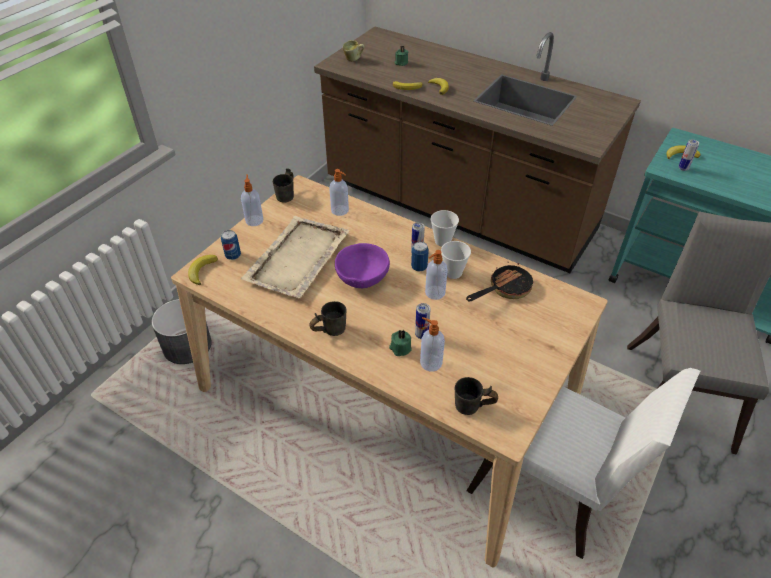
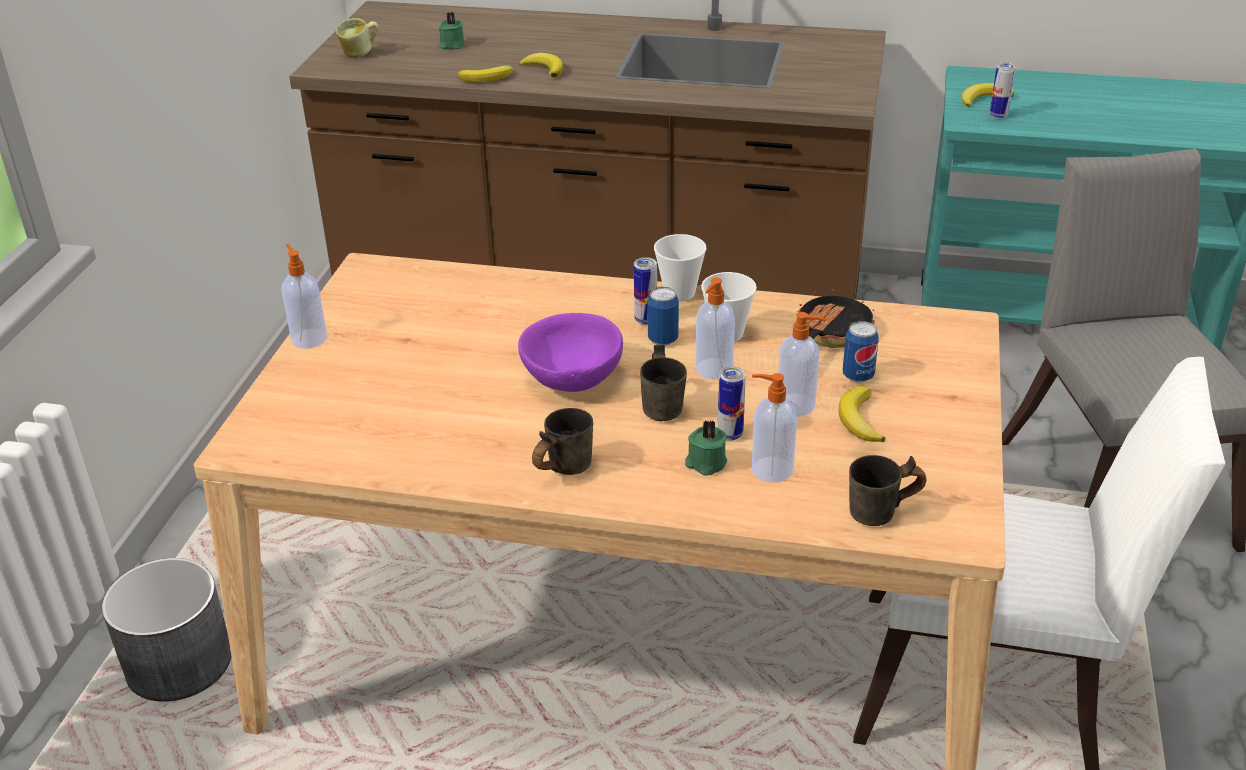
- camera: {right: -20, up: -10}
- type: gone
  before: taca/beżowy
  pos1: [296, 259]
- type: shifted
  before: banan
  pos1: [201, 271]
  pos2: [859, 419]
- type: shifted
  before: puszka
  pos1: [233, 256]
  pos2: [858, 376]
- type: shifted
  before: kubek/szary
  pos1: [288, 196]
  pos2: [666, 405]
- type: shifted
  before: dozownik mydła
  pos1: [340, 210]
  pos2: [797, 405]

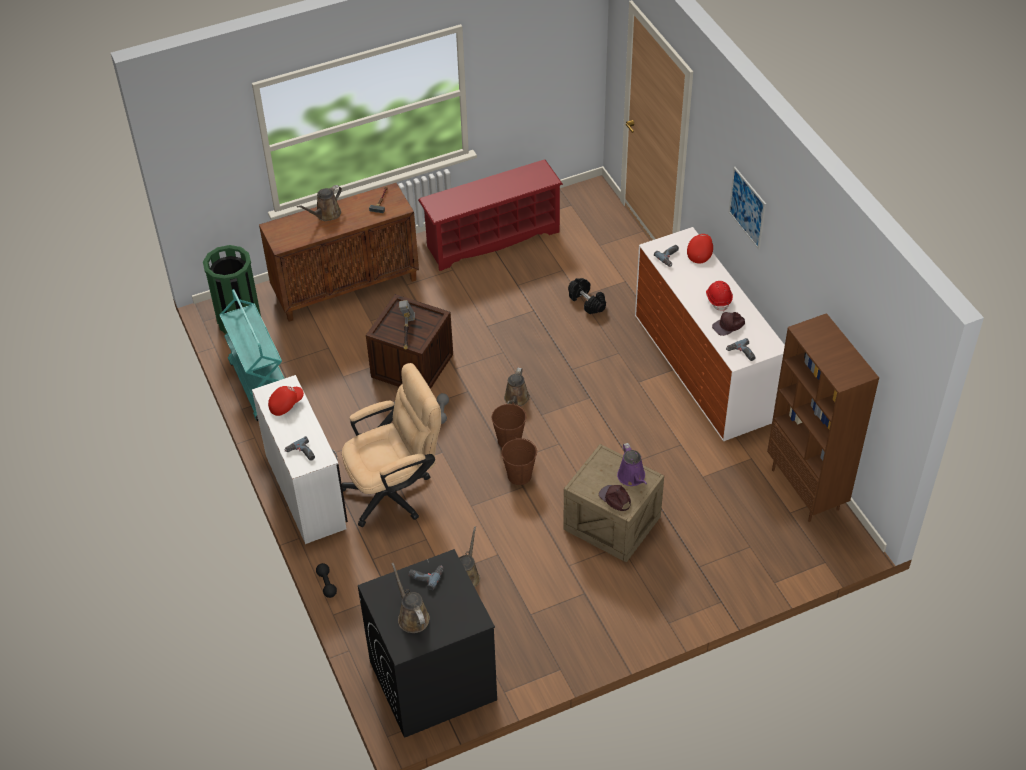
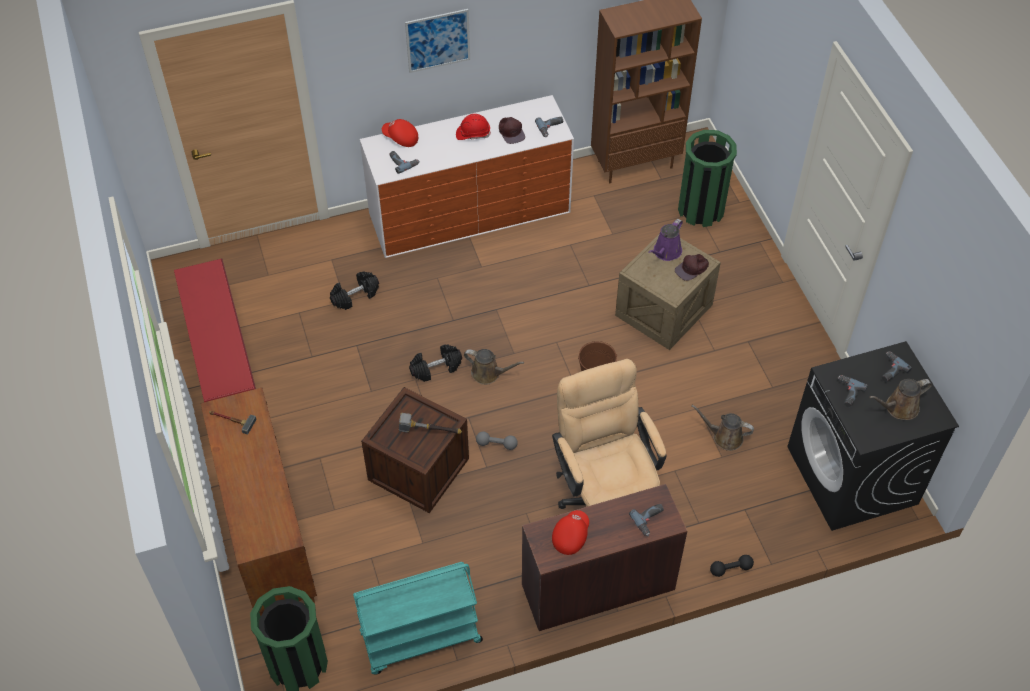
- camera: {right: -85, up: 5}
- type: gone
  before: konewka/brązowy
  pos1: [326, 214]
- type: gone
  before: wiadro/brązowy
  pos1: [509, 440]
- type: new
  after: hantel/czarny
  pos2: [436, 368]
- type: new
  after: kosz na śmieci/zielony
  pos2: [701, 209]
- type: new
  after: wiertarka
  pos2: [889, 369]
- type: repainted
  before: biurko/biały
  after: biurko/brązowy
  pos1: [307, 491]
  pos2: [597, 586]
- type: rotated
  before: czapka z daszkiem/czerwony
  pos1: [286, 404]
  pos2: [570, 536]
  turn: 60
- type: rotated
  before: konewka/fioletowy
  pos1: [632, 477]
  pos2: [666, 252]
  turn: 135

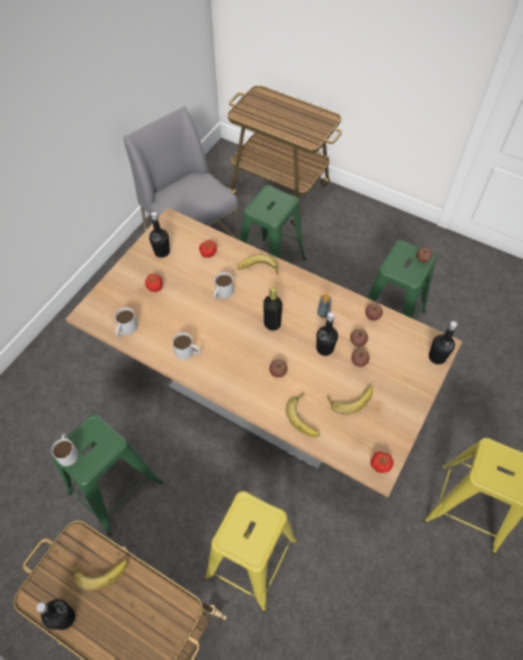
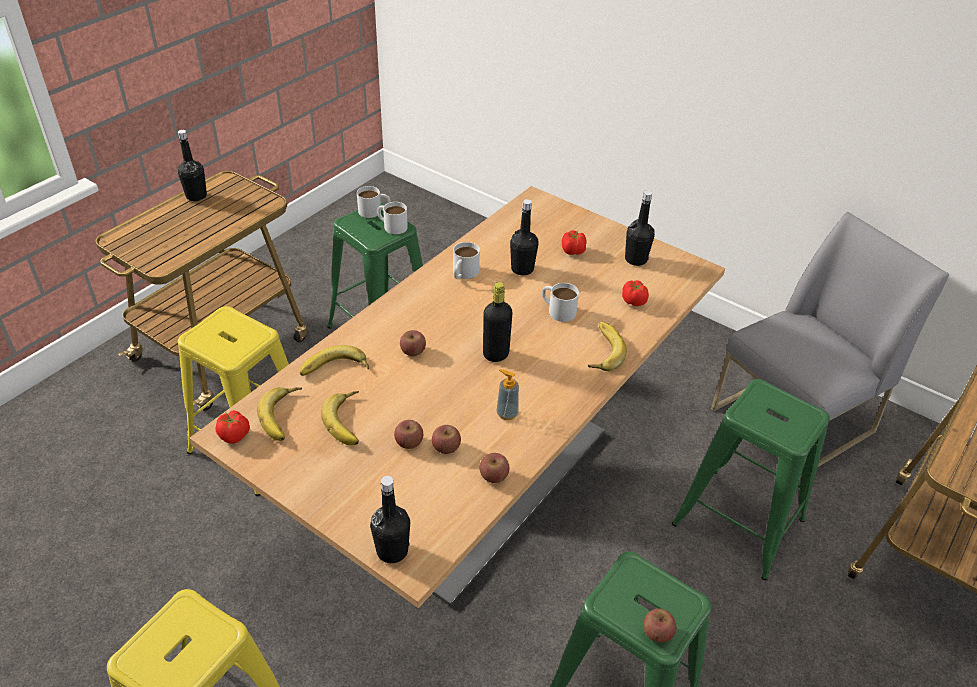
- camera: {right: 95, up: -15}
- type: shifted
  before: banan
  pos1: [100, 569]
  pos2: [284, 416]
- type: shifted
  before: kubek/biały
  pos1: [126, 329]
  pos2: [391, 225]
- type: shifted
  before: butelka/czarny
  pos1: [324, 348]
  pos2: [522, 269]

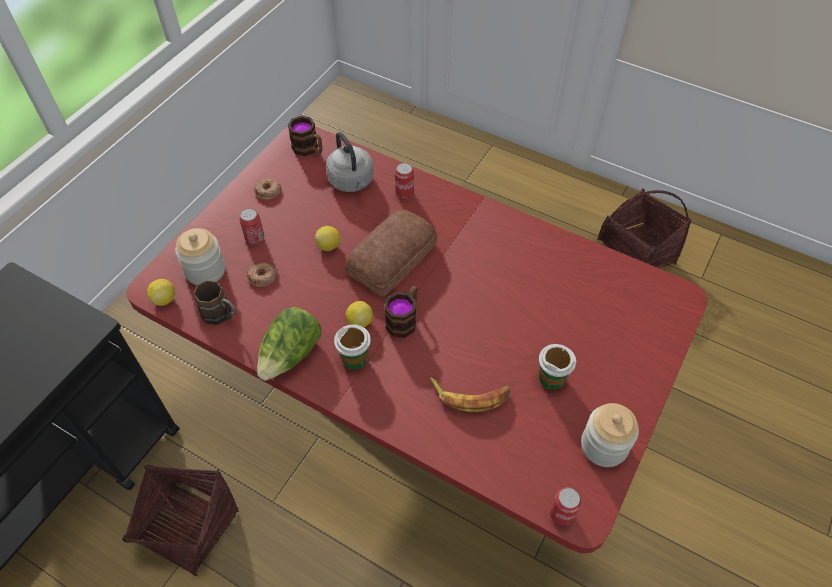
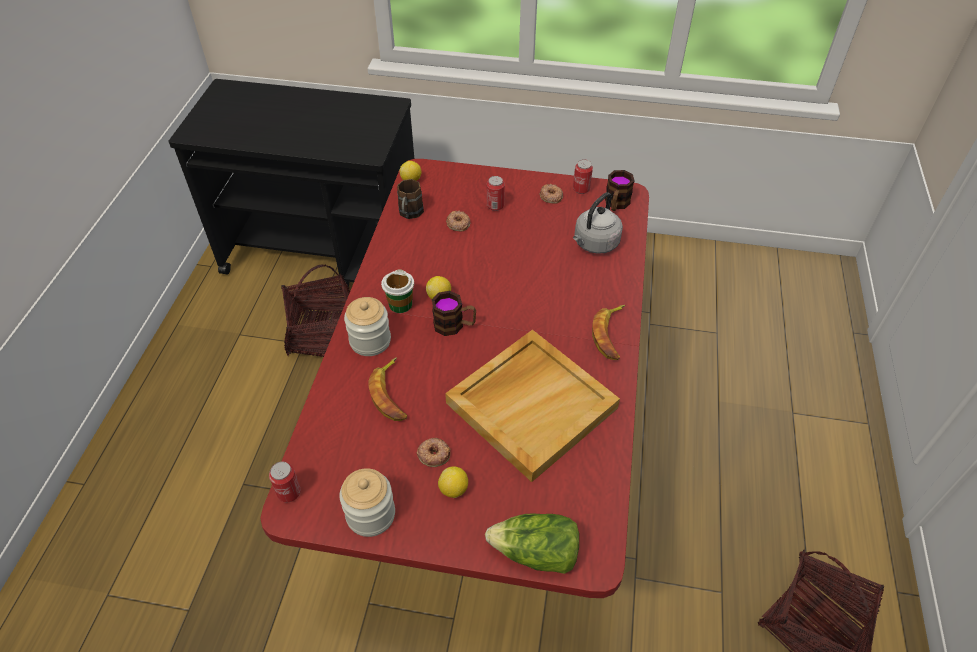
- camera: {right: 70, up: -5}
- type: gone
  before: chleb
  pos1: [394, 259]
- type: new
  after: taca/beżowy
  pos2: [531, 404]
- type: new
  after: banan
  pos2: [610, 335]
- type: shifted
  before: słoik
  pos1: [205, 270]
  pos2: [370, 341]
- type: shifted
  before: sałata
  pos1: [291, 355]
  pos2: [536, 553]
- type: shifted
  before: cytryna
  pos1: [329, 246]
  pos2: [454, 489]
- type: shifted
  before: puszka
  pos1: [404, 193]
  pos2: [581, 189]
- type: swapped
  before: filiżanka
  after: donut
  pos1: [551, 378]
  pos2: [434, 454]

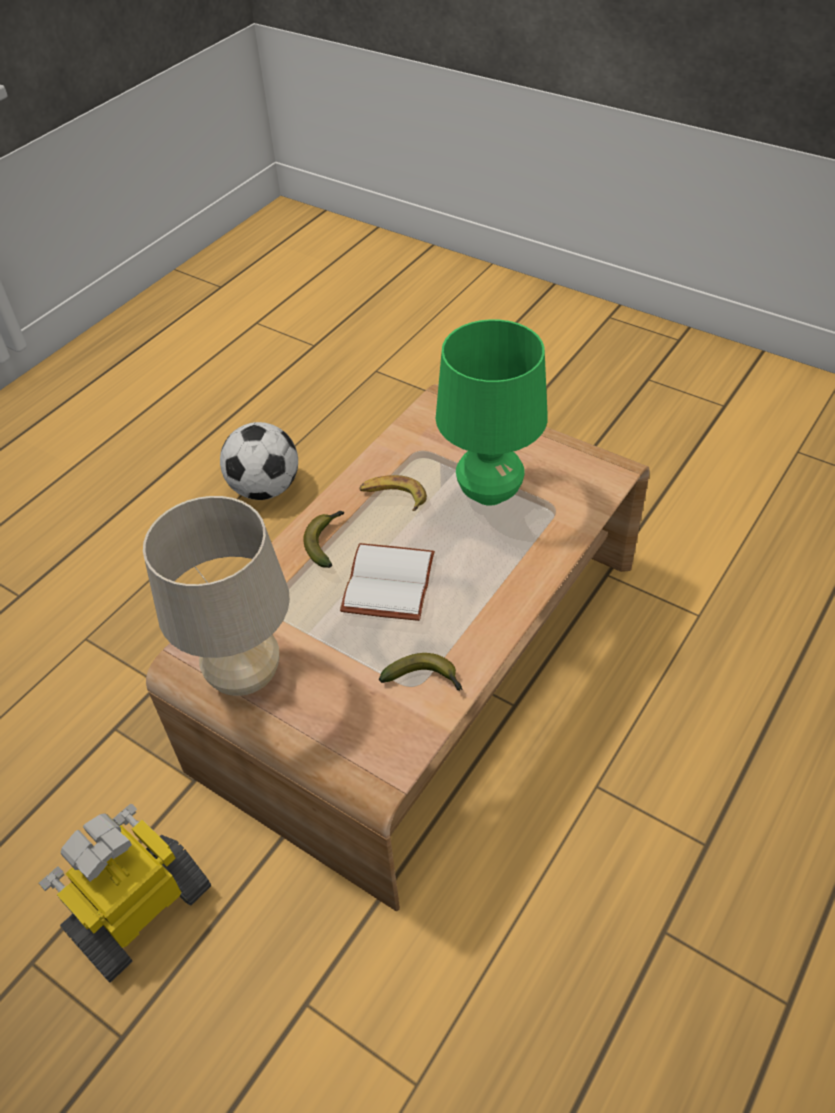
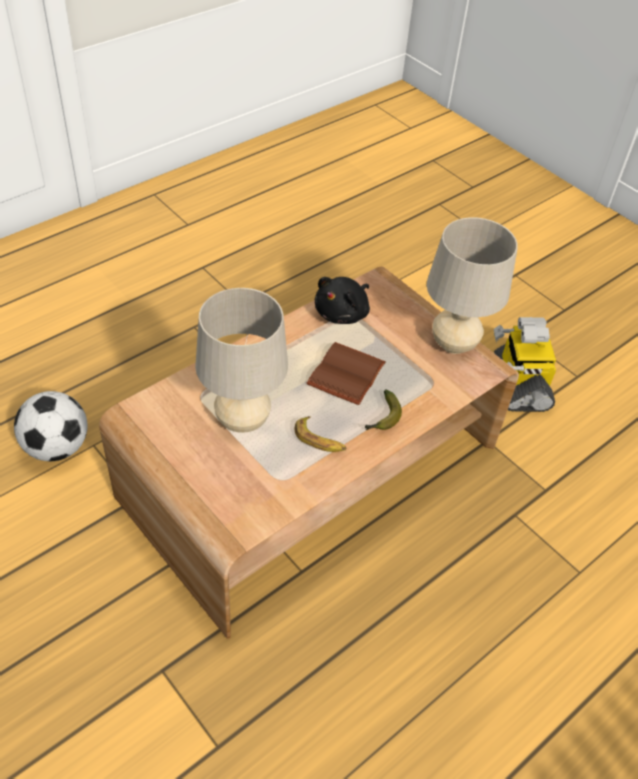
- camera: {right: -170, up: 0}
- type: shifted
  before: piłka futbolowa
  pos1: [265, 488]
  pos2: [57, 447]
- type: swapped
  before: banan
  after: pluszak/czarny
  pos1: [425, 679]
  pos2: [343, 313]
- type: repainted
  before: książka/biały
  after: książka/brązowy
  pos1: [386, 581]
  pos2: [347, 376]
- type: repainted
  before: lampa stołowa/zielony
  after: lampa stołowa/beżowy
  pos1: [489, 492]
  pos2: [242, 421]
- type: rotated
  before: robot zabawkowy
  pos1: [139, 909]
  pos2: [519, 383]
  turn: 120

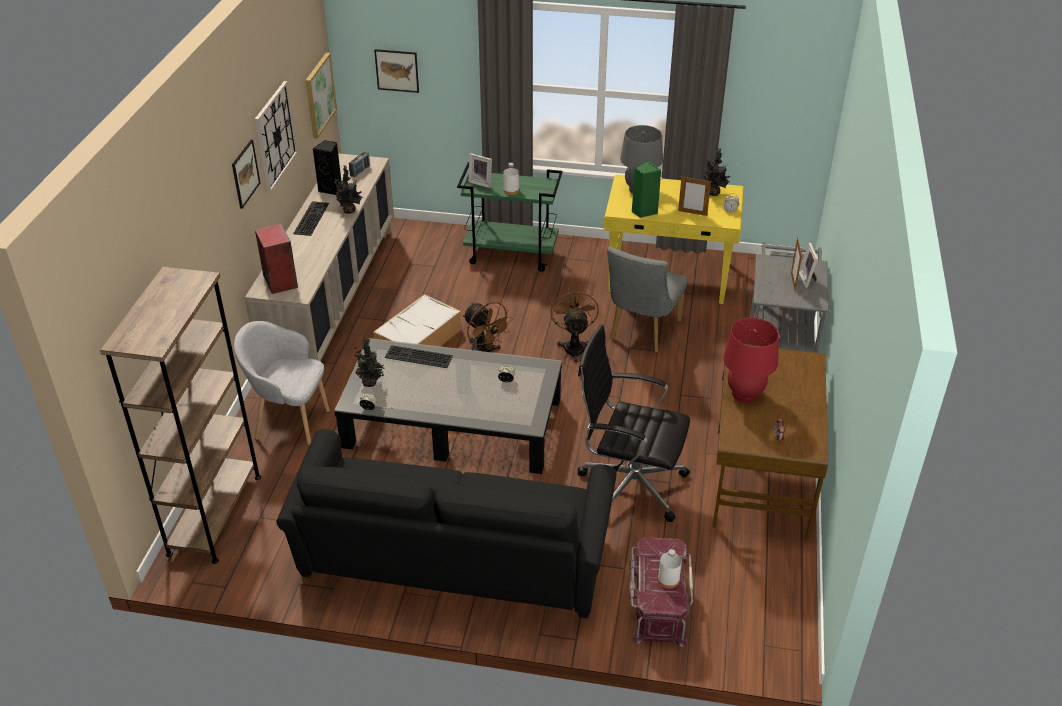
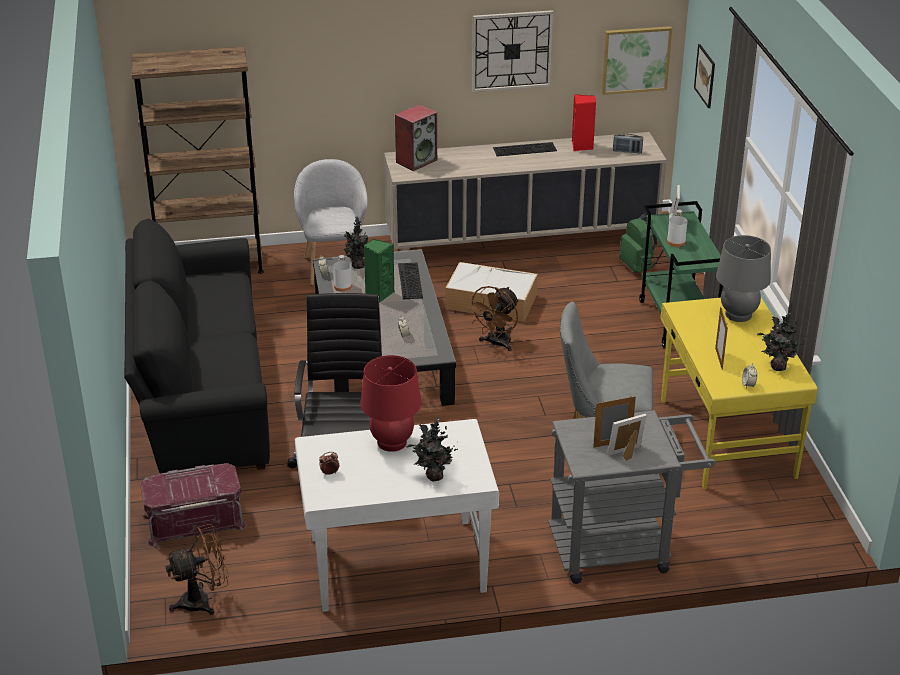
- camera: {right: 70, up: -5}
- type: gone
  before: obraz
  pos1: [245, 173]
- type: new
  after: plecak/zielony
  pos2: [639, 267]
- type: shifted
  before: roślina doniczkowa
  pos1: [349, 211]
  pos2: [433, 477]
- type: shifted
  before: wentylator/brązowy
  pos1: [574, 346]
  pos2: [203, 600]
- type: shifted
  before: głośnik/zielony
  pos1: [643, 211]
  pos2: [379, 294]
- type: shifted
  before: butelka/biały
  pos1: [668, 579]
  pos2: [343, 286]
- type: repainted
  before: głośnik/czarny
  after: głośnik/czerwony
  pos1: [331, 189]
  pos2: [582, 146]
- type: repainted
  before: biurko/brązowy
  after: biurko/biały
  pos1: [760, 482]
  pos2: [396, 564]

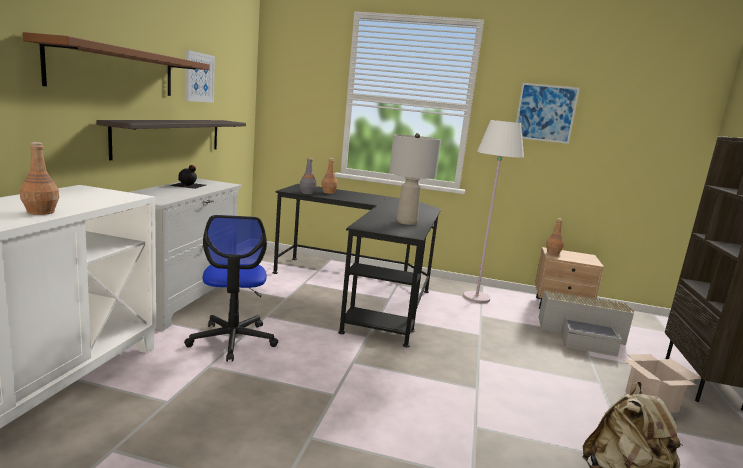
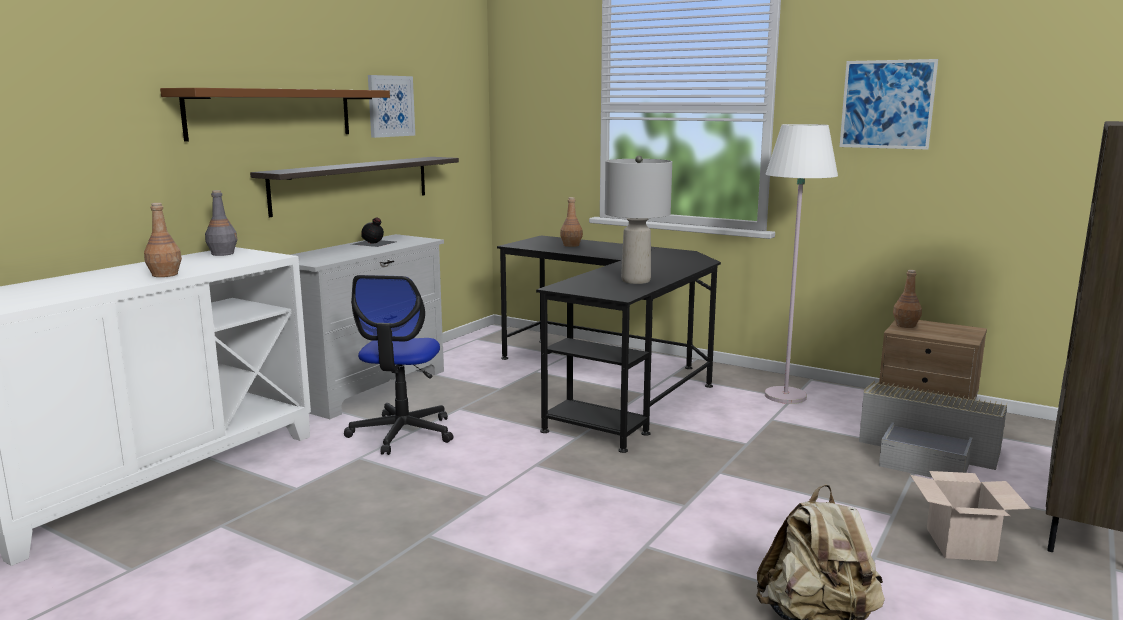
- camera: {right: 20, up: 0}
- type: shifted
  before: butelka/szary
  pos1: [307, 193]
  pos2: [223, 253]

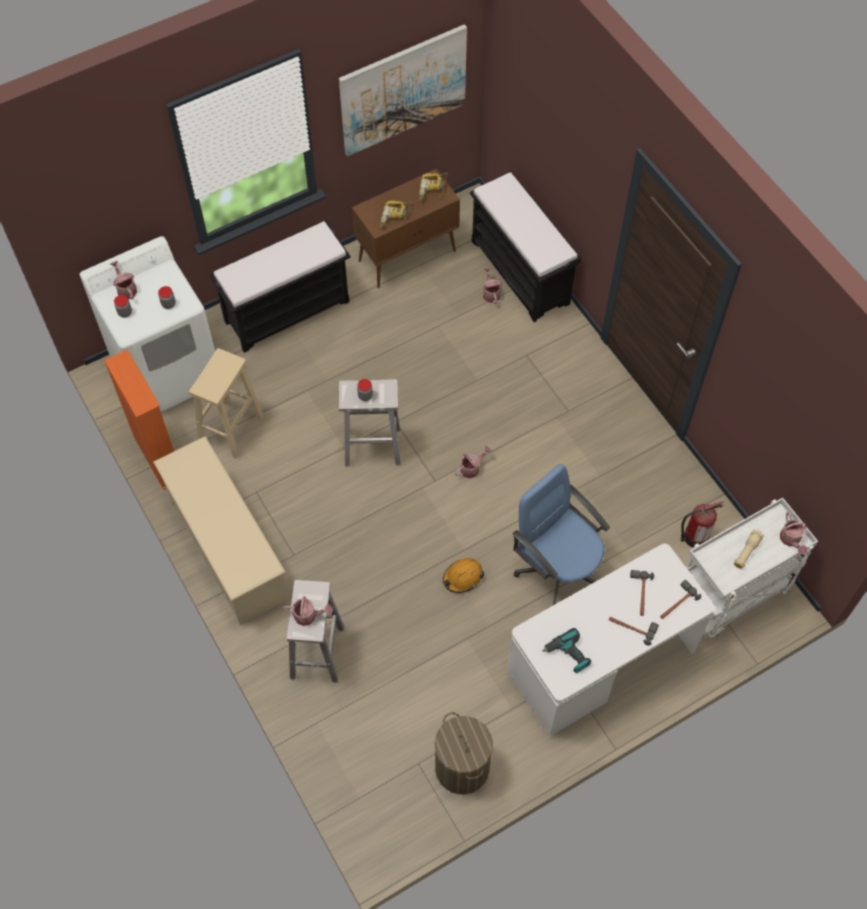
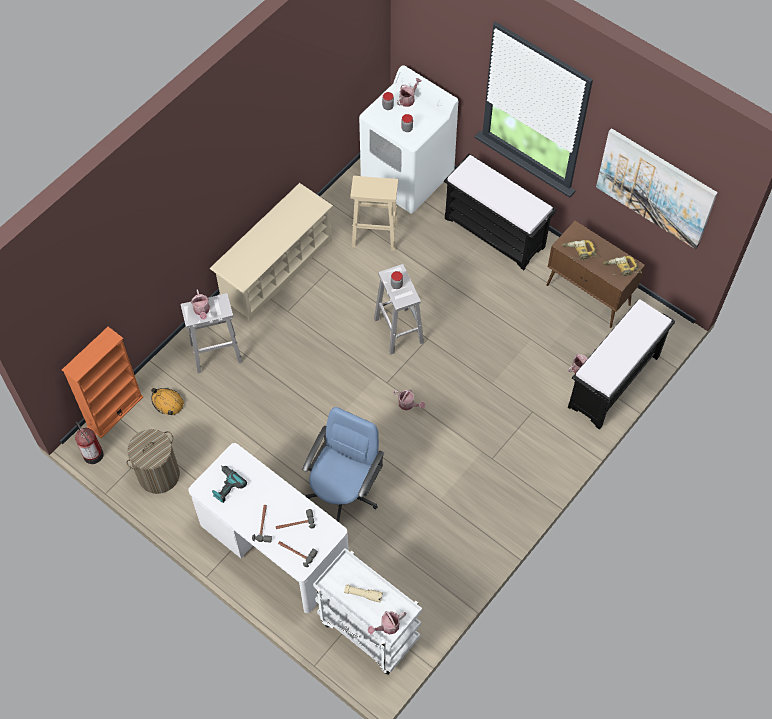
- camera: {right: 70, up: 0}
- type: shifted
  before: regał/pomarańczowy
  pos1: [158, 457]
  pos2: [115, 411]
- type: shifted
  before: kask/pomarańczowy
  pos1: [463, 577]
  pos2: [167, 403]
- type: shifted
  before: gaśnica
  pos1: [694, 537]
  pos2: [92, 453]

